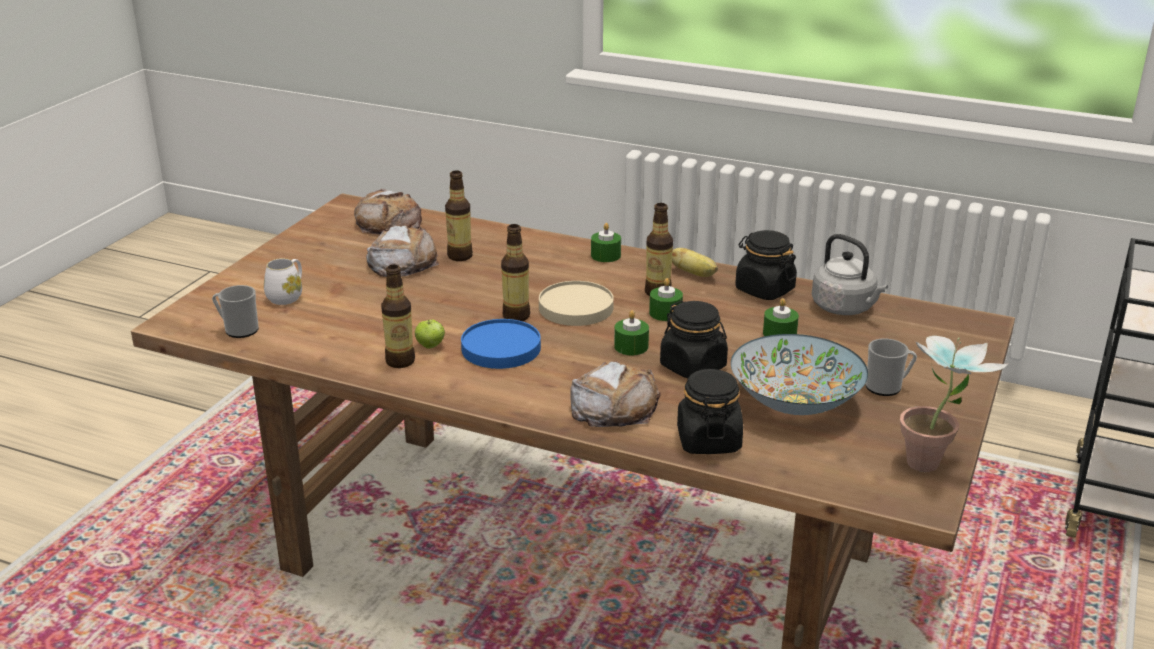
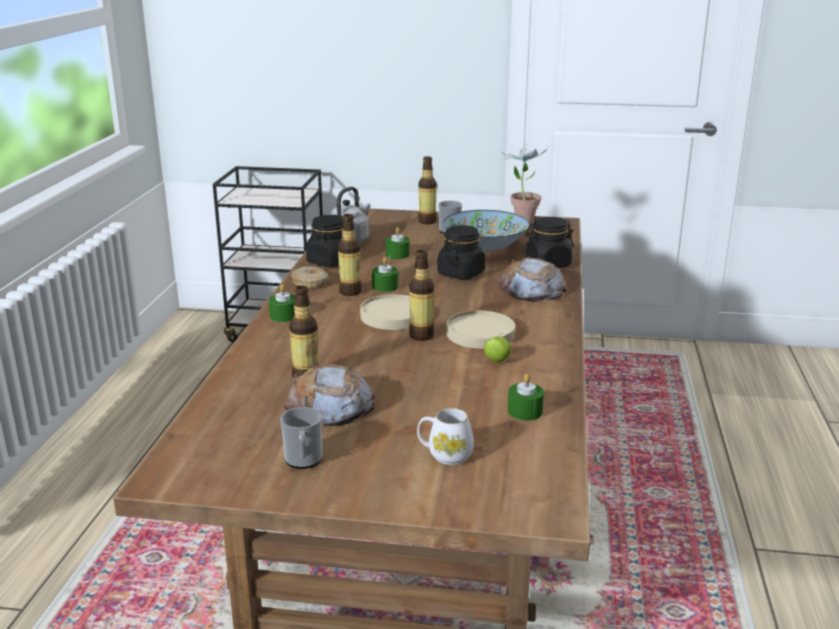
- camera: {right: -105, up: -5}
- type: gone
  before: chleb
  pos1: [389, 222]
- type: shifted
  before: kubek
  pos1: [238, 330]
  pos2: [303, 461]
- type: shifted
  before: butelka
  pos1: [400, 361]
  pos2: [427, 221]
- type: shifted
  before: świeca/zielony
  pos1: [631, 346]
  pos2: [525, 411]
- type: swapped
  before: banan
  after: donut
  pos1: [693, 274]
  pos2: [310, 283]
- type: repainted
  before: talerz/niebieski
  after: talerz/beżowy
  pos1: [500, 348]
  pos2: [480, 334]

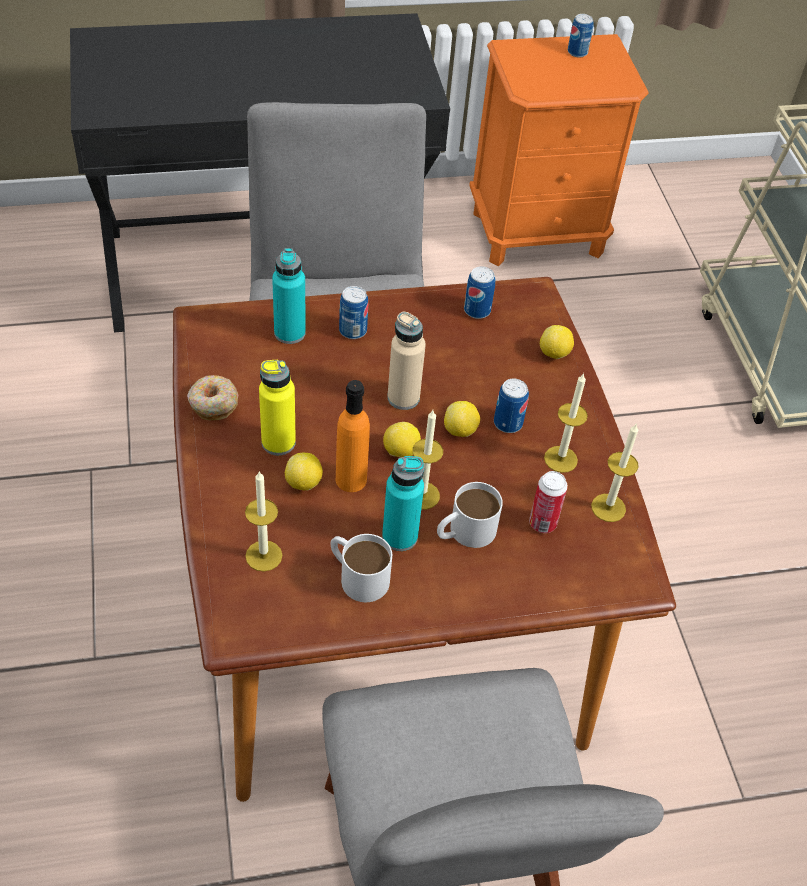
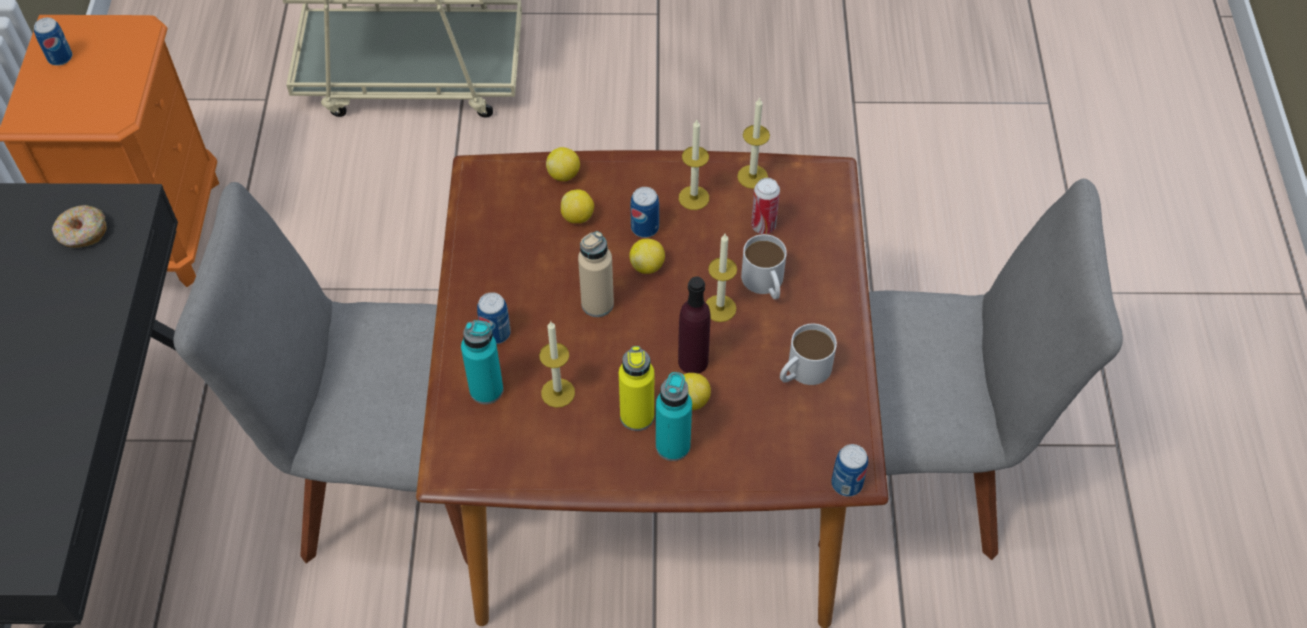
- camera: {right: -75, up: 5}
- type: shifted
  before: donut
  pos1: [213, 403]
  pos2: [82, 233]
- type: shifted
  before: świeca
  pos1: [263, 556]
  pos2: [558, 393]
- type: shifted
  before: butelka/turkusowy
  pos1: [400, 536]
  pos2: [673, 446]
- type: shifted
  before: cytryna
  pos1: [400, 452]
  pos2: [578, 217]
- type: shifted
  before: puszka
  pos1: [477, 310]
  pos2: [846, 483]
- type: repainted
  before: butelka/pomarańczowy
  after: butelka/fioletowy
  pos1: [351, 479]
  pos2: [693, 361]

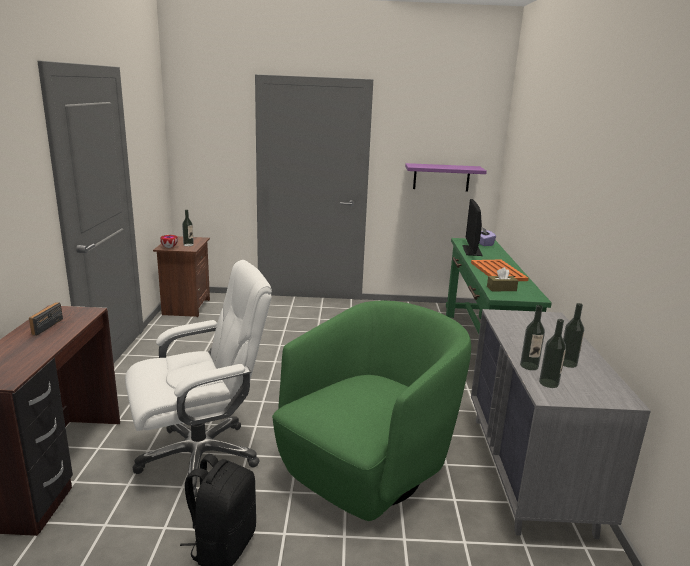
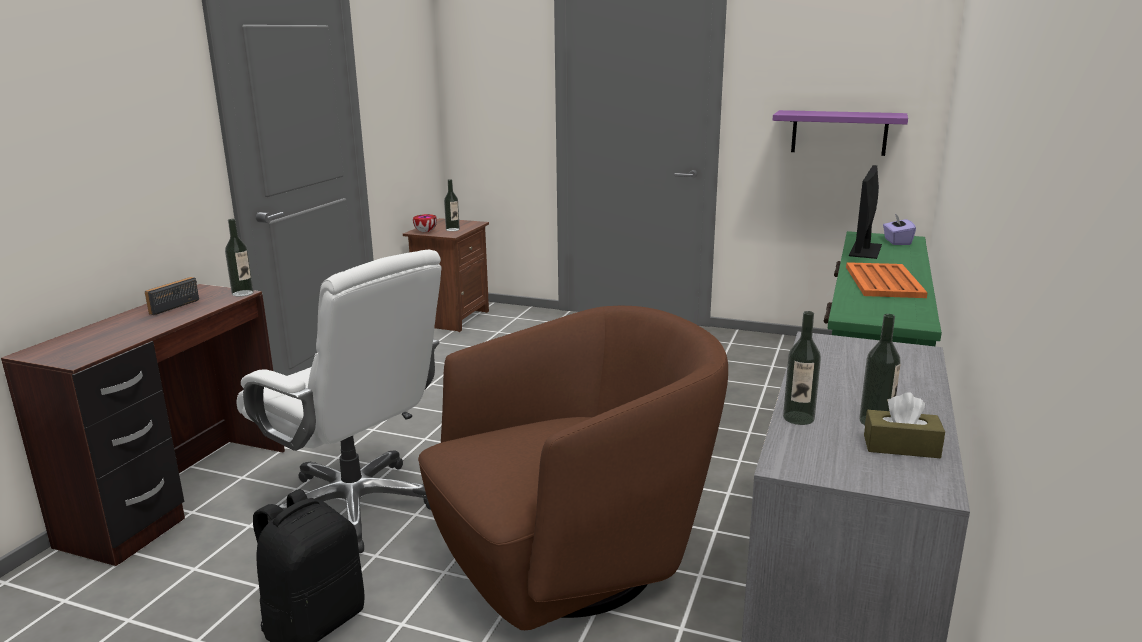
- camera: {right: 20, up: 0}
- type: shifted
  before: pudełko chusteczek/brązowy
  pos1: [501, 289]
  pos2: [901, 446]
- type: shifted
  before: butelka
  pos1: [548, 383]
  pos2: [242, 293]
- type: repainted
  before: fotel/zielony
  after: fotel/brązowy
  pos1: [368, 468]
  pos2: [573, 560]
- type: rotated
  before: krzesło biurowe/biały
  pos1: [200, 456]
  pos2: [356, 506]
  turn: 45

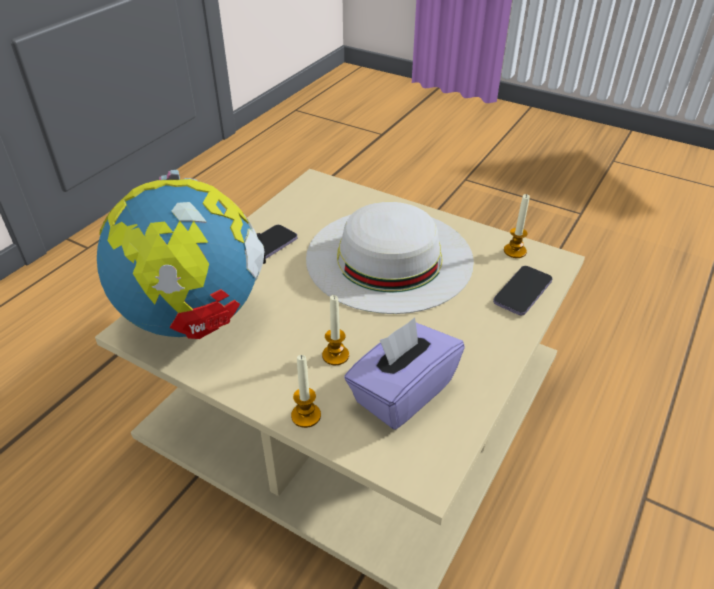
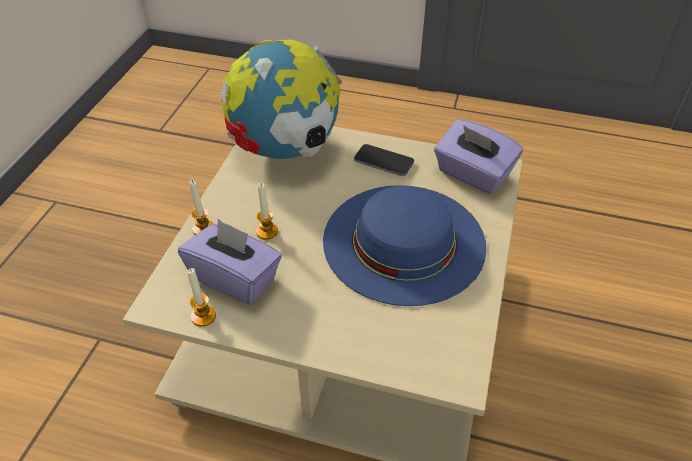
- camera: {right: 75, up: 5}
- type: gone
  before: telefon
  pos1: [522, 292]
- type: new
  after: pudełko chusteczek/fioletowy
  pos2: [472, 174]
- type: shifted
  before: świeca
  pos1: [515, 251]
  pos2: [203, 316]
- type: repainted
  before: kapelusz/biały
  after: kapelusz/niebieski
  pos1: [389, 258]
  pos2: [403, 241]

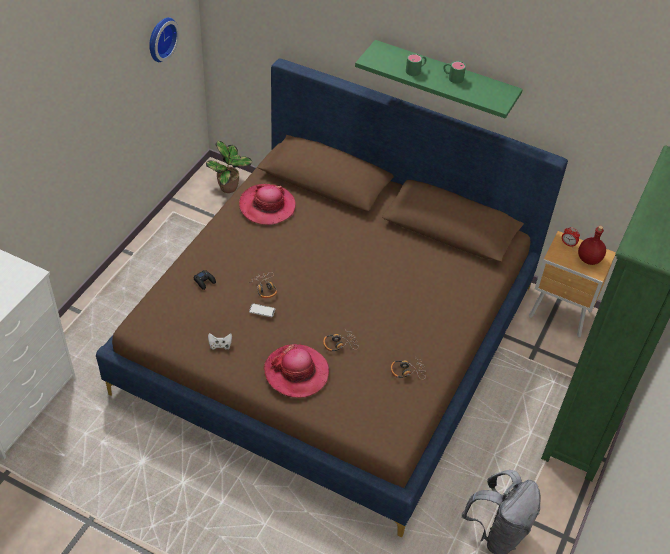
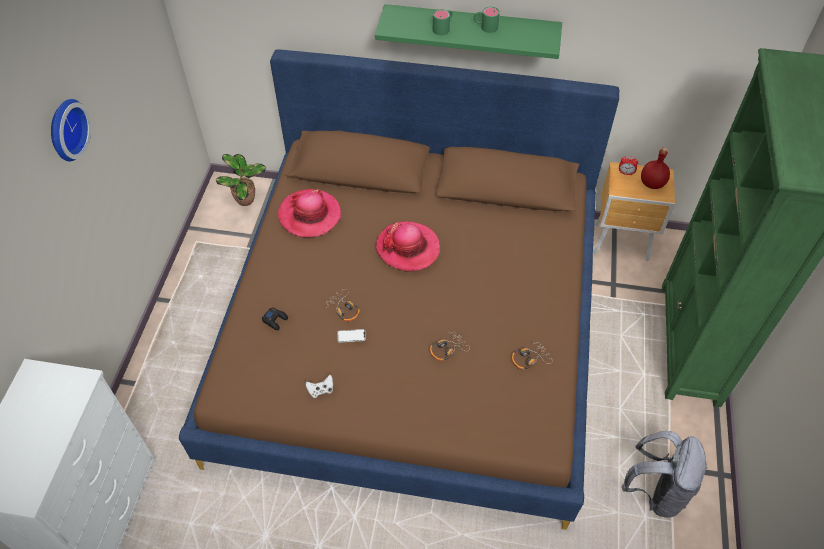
- camera: {right: -15, up: 5}
- type: shifted
  before: zegar ścienny
  pos1: [160, 38]
  pos2: [65, 129]
- type: shifted
  before: kapelusz
  pos1: [296, 372]
  pos2: [408, 248]

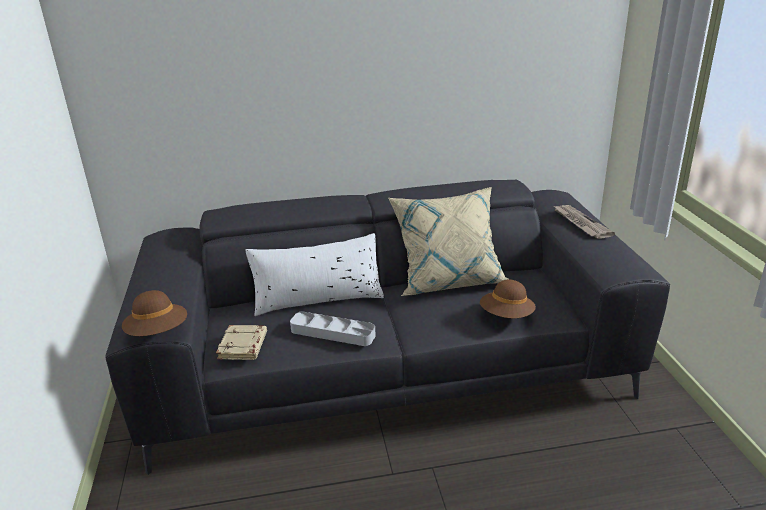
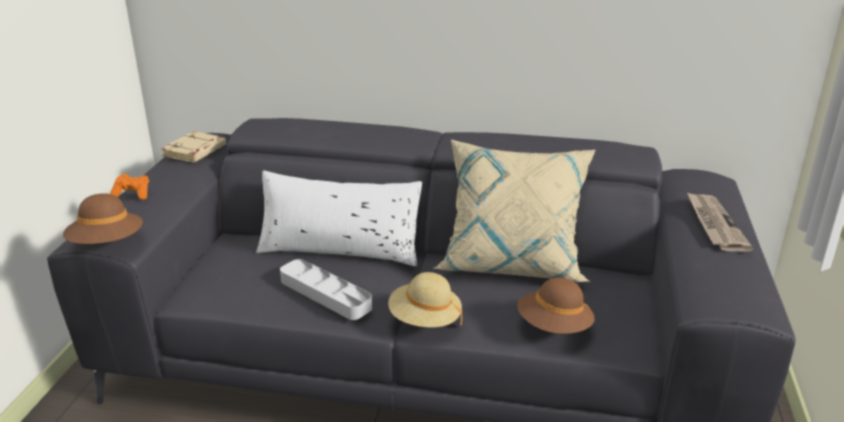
- camera: {right: 20, up: 0}
- type: new
  after: pad do gier/pomarańczowy
  pos2: [133, 194]
- type: new
  after: kapelusz/beżowy
  pos2: [425, 320]
- type: shifted
  before: książka/beżowy
  pos1: [243, 346]
  pos2: [195, 152]

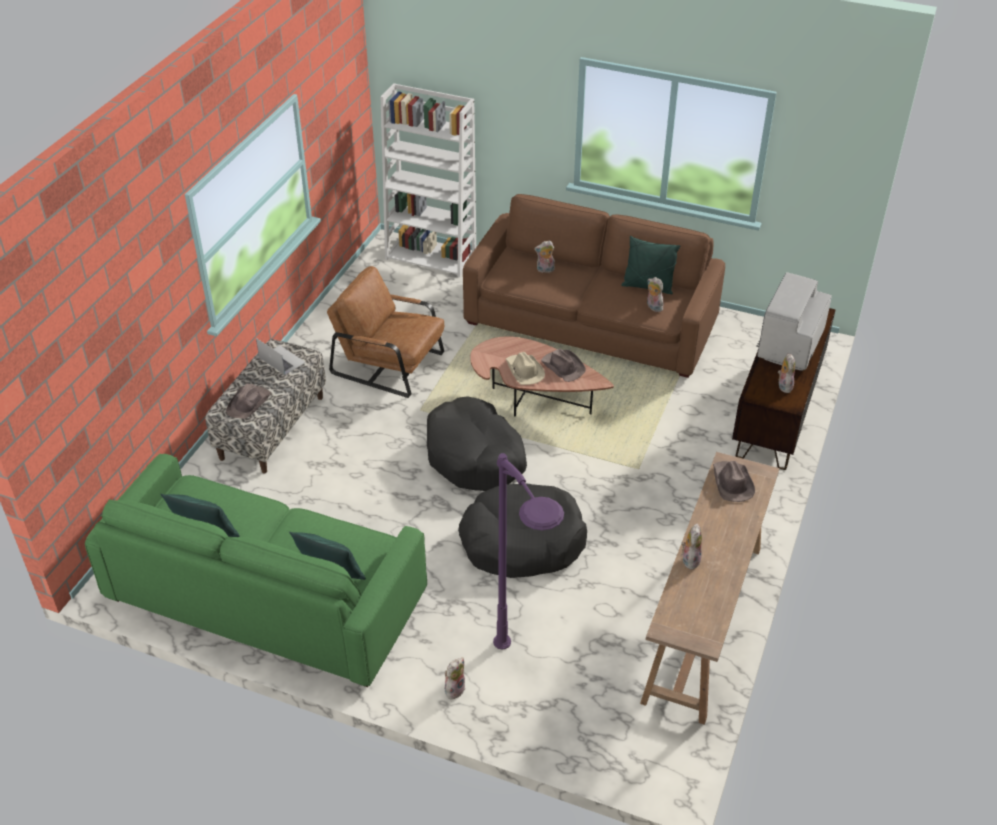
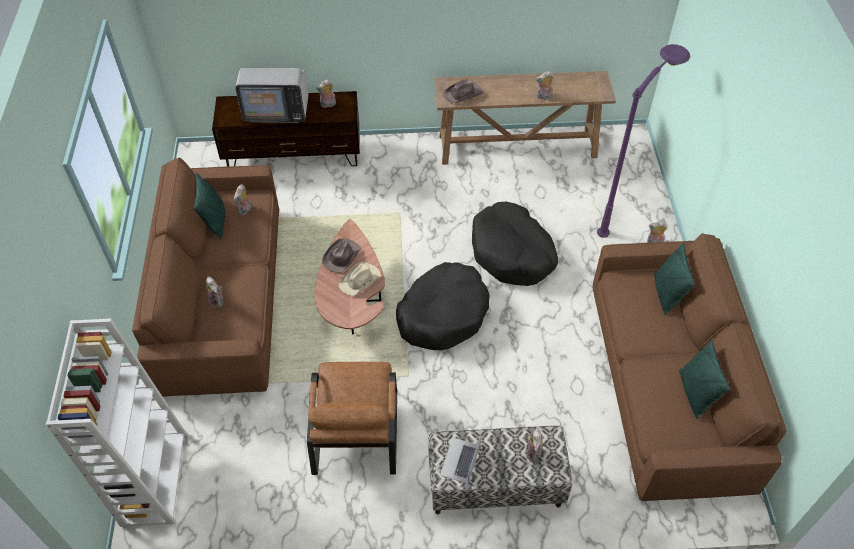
- camera: {right: -115, up: 10}
- type: swapped
  before: kapelusz/brązowy
  after: pluszak
  pos1: [249, 403]
  pos2: [534, 453]
- type: repainted
  before: kanapa/zielony
  after: kanapa/brązowy
  pos1: [265, 595]
  pos2: [667, 384]

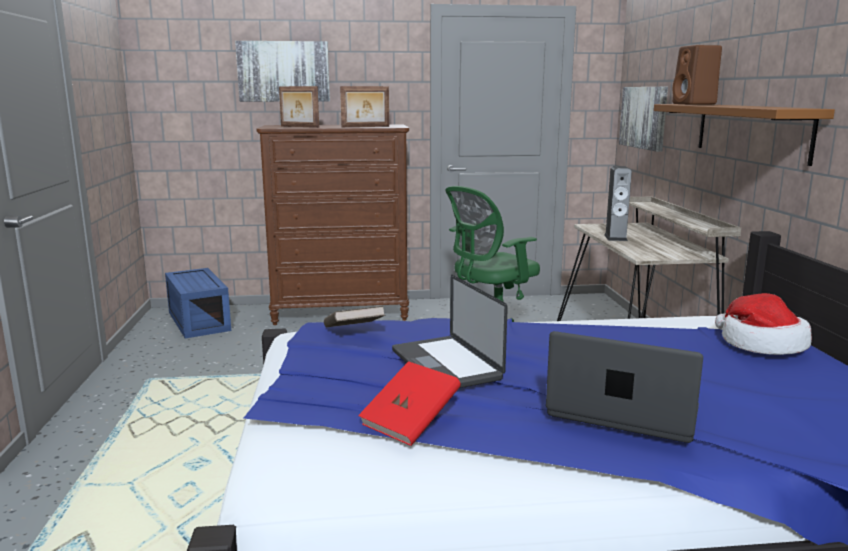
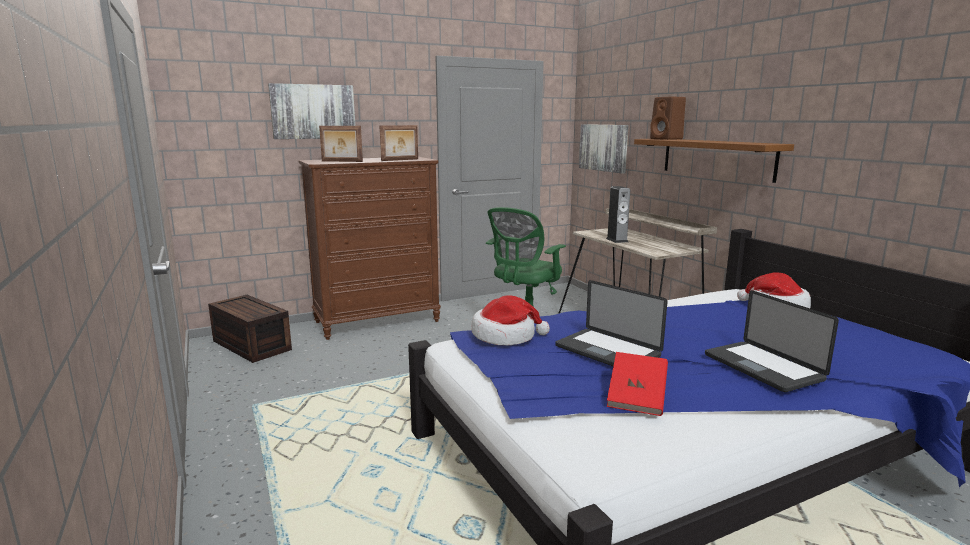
- camera: {right: -20, up: 0}
- type: swapped
  before: książka/brązowy
  after: kapelusz
  pos1: [353, 333]
  pos2: [505, 336]
- type: repainted
  before: pojemnik do przechowywania/niebieski
  after: pojemnik do przechowywania/brązowy
  pos1: [197, 321]
  pos2: [250, 345]
- type: rotated
  before: laptop
  pos1: [622, 413]
  pos2: [762, 367]
  turn: -120

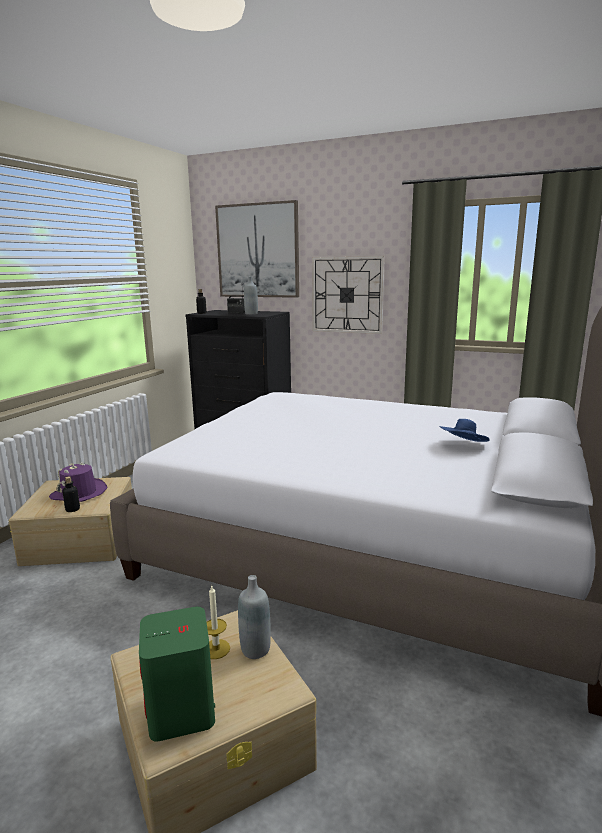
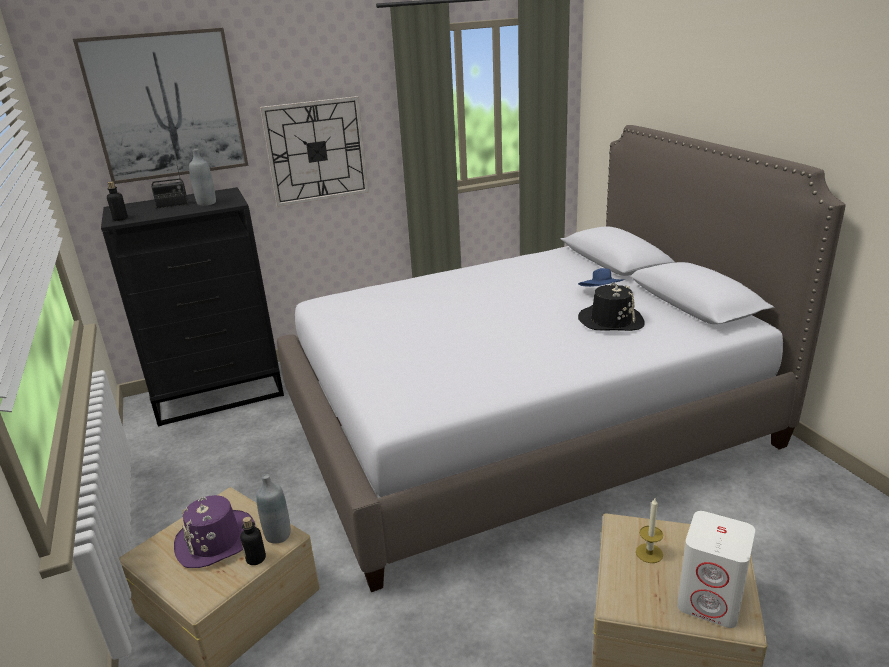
- camera: {right: -45, up: 10}
- type: new
  after: kapelusz/czarny
  pos2: [611, 321]
- type: shifted
  before: butelka/szary
  pos1: [255, 649]
  pos2: [278, 535]
- type: repainted
  before: głośnik/zielony
  after: głośnik/biały
  pos1: [181, 711]
  pos2: [711, 601]

